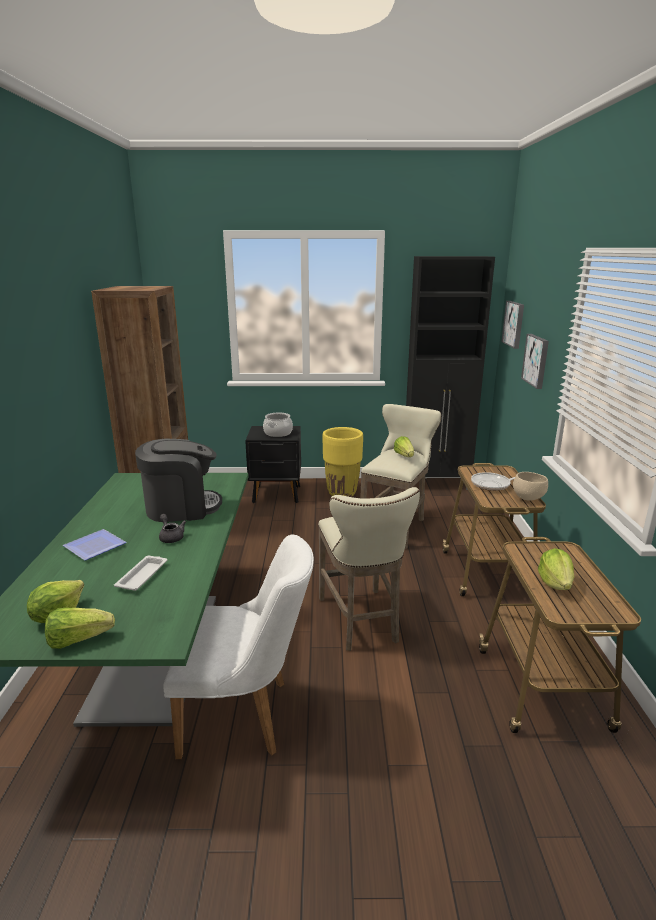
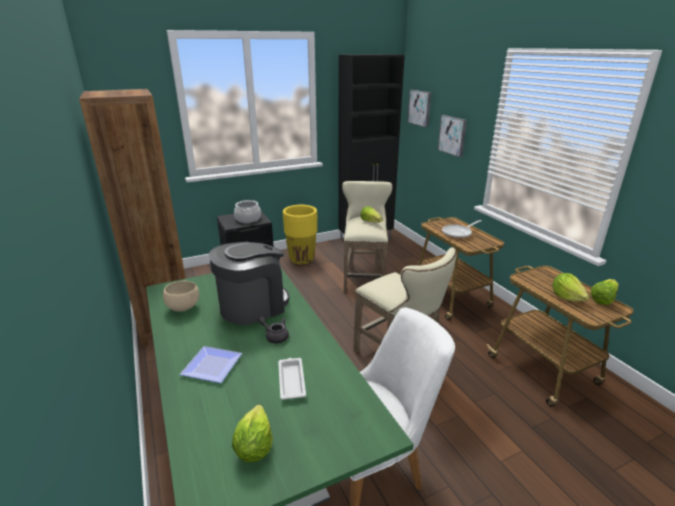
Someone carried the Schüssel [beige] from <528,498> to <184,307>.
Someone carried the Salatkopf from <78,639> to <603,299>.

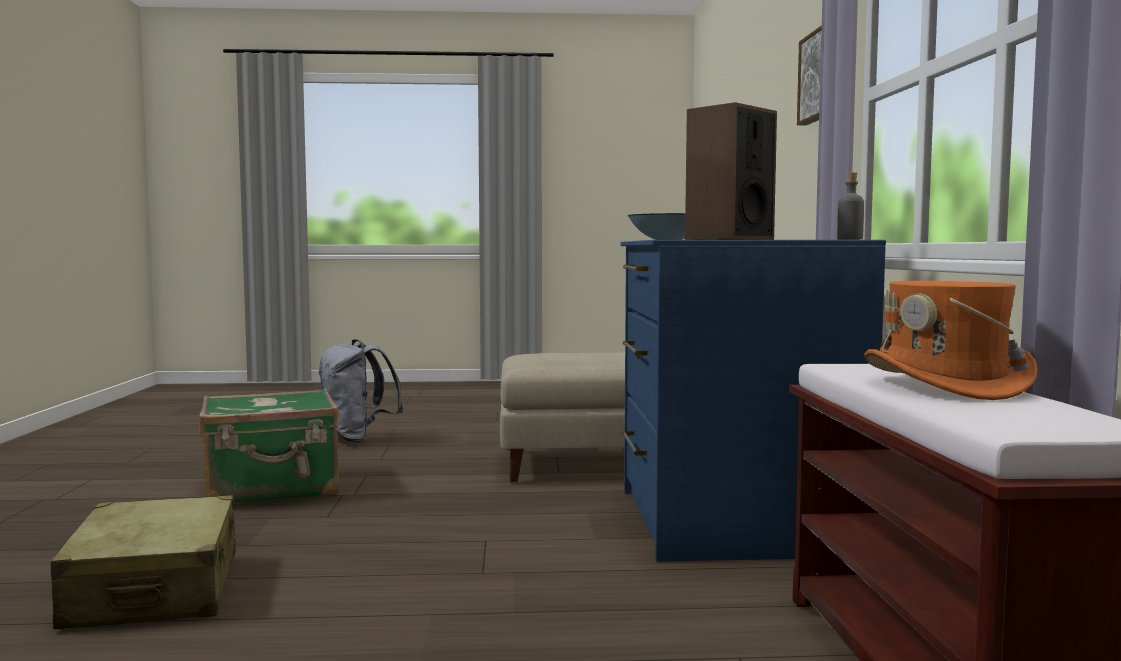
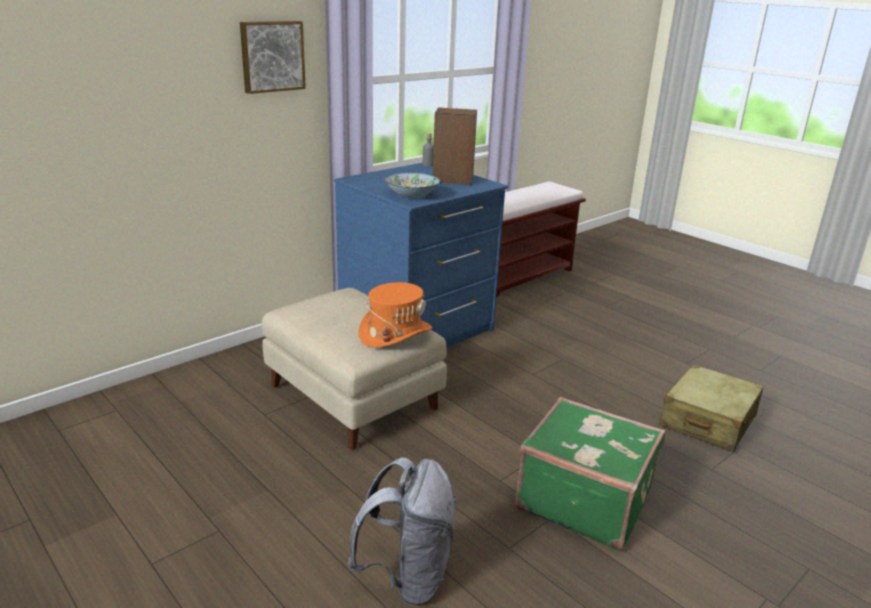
Someone carried the Hut [orange] from <946,385> to <395,333>.

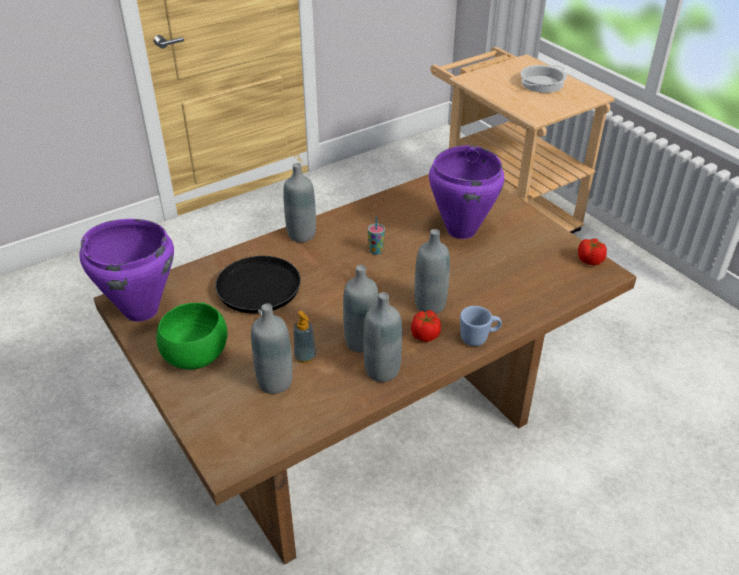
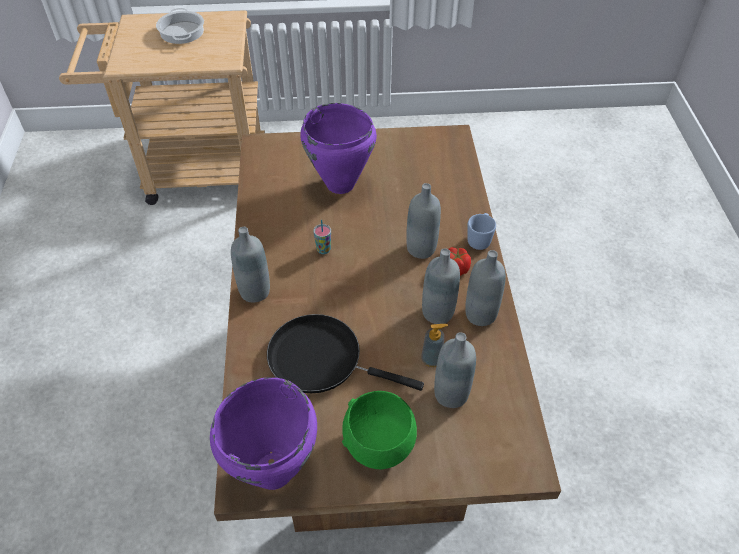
Someone took away the Tomate at <589,260>.

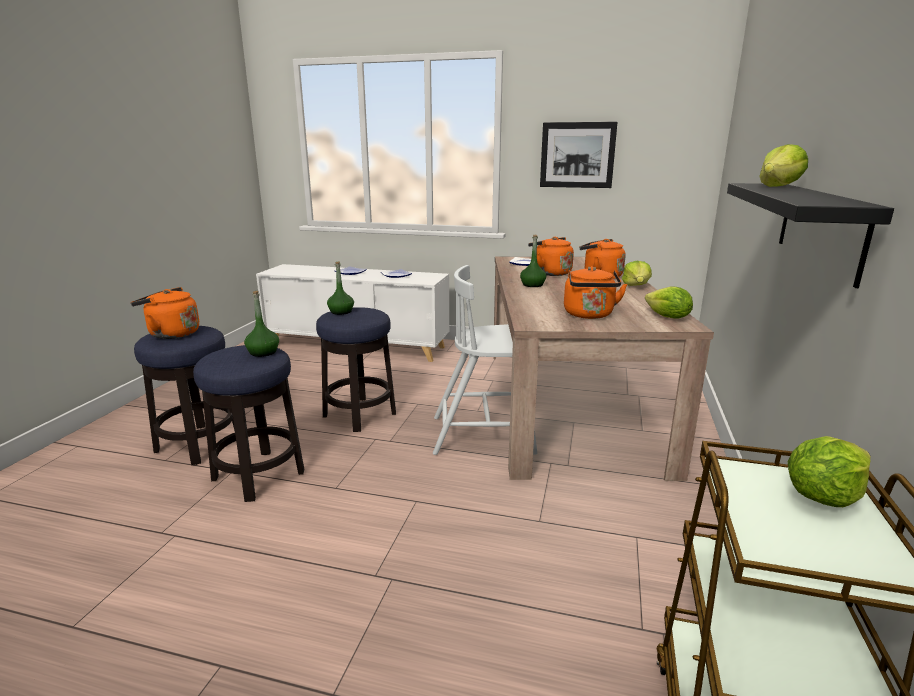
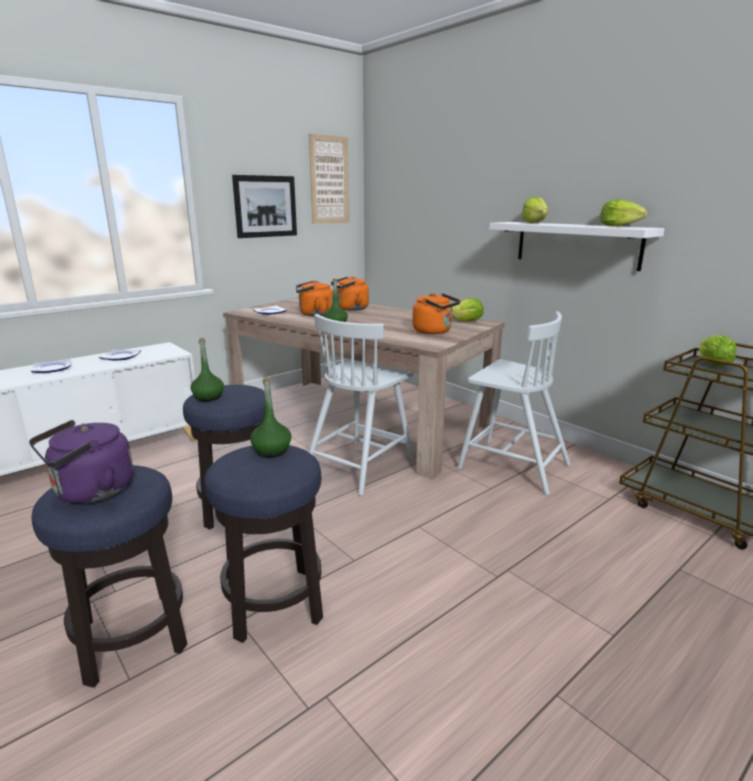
Someone repainted the Wandregal [schwarz] at <819,228>, which became the Wandregal [weiß] at <576,244>.
Someone carried the Salatkopf from <636,286> to <619,226>.
Someone repainted the Wasserkessel [orange] at <171,334>, which became the Wasserkessel [lila] at <90,492>.
Someone put up the Bild at <329,180>.
Someone put down the Stuhl [weiß] at <511,466>.

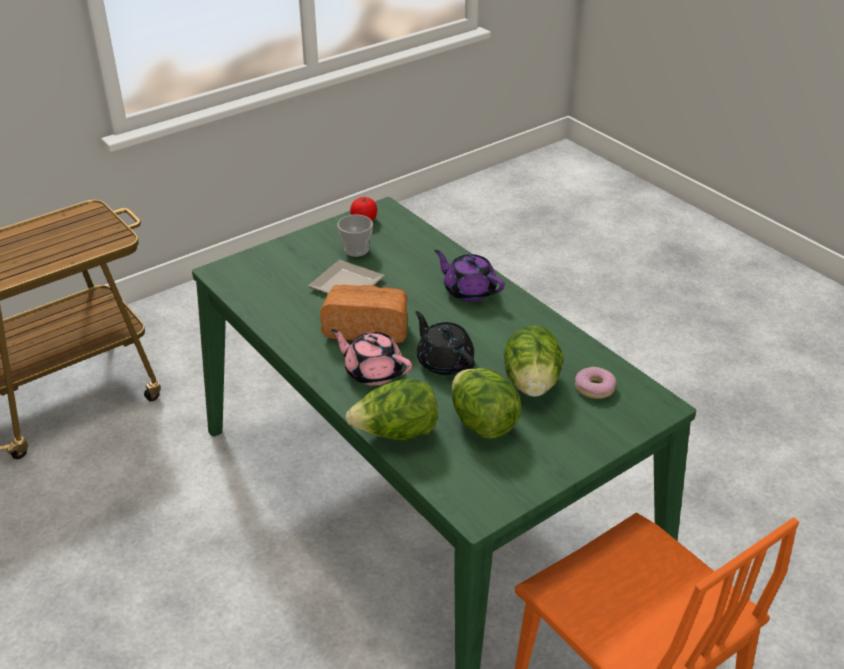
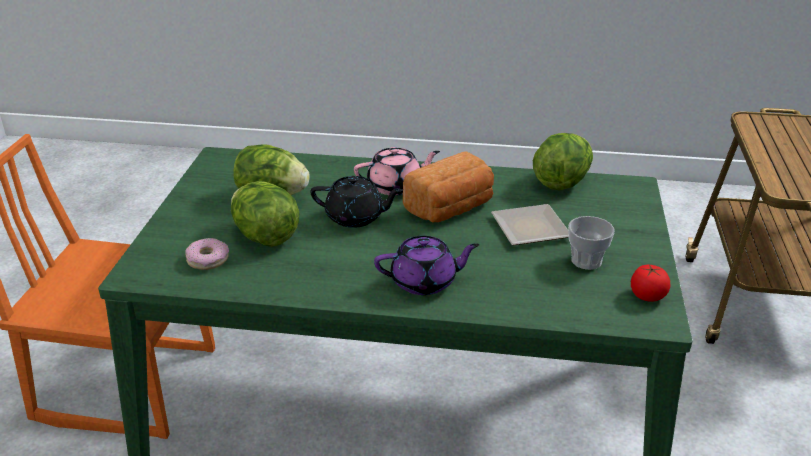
Someone carried the Salatkopf from <396,434> to <562,181>.

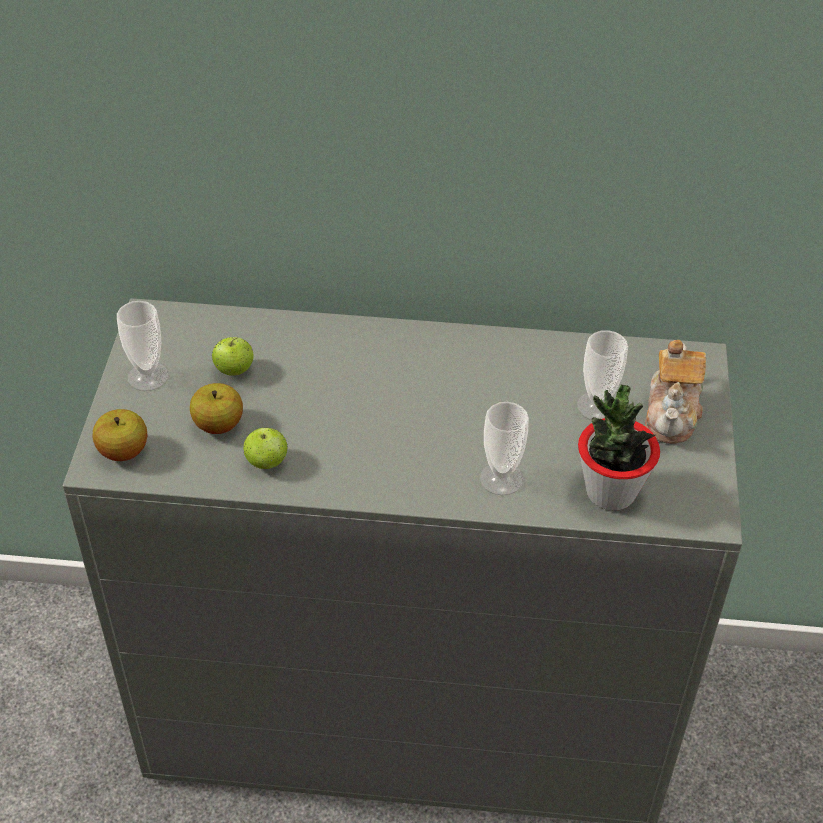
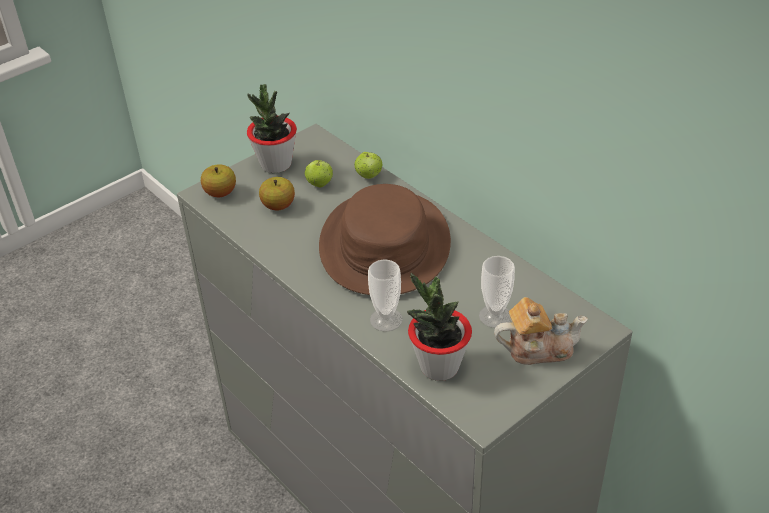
Someone swapped the Tasse at <148,376> for the Topfpflanze at <276,164>.
Someone rotated the Teekanne at <672,413> by 150 degrees counterclockwise.
Someone carried the Apfel from <267,462> to <369,176>.
Someone put down the Hut [braun] at <384,244>.

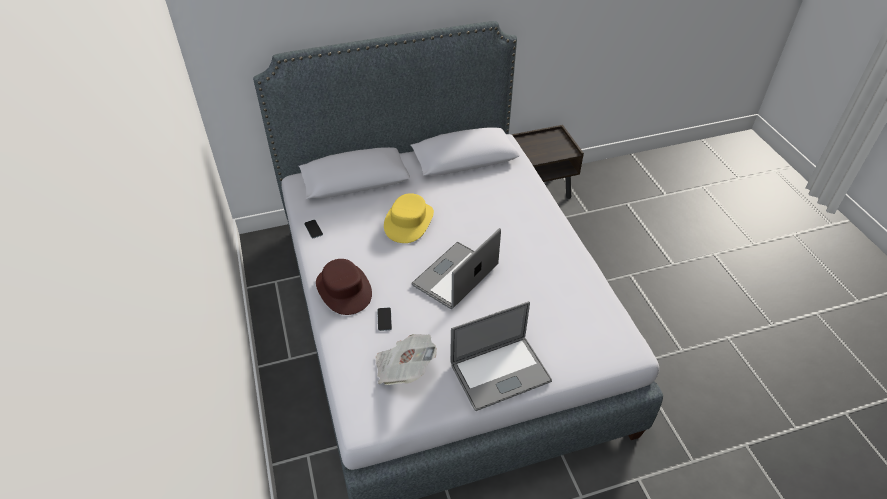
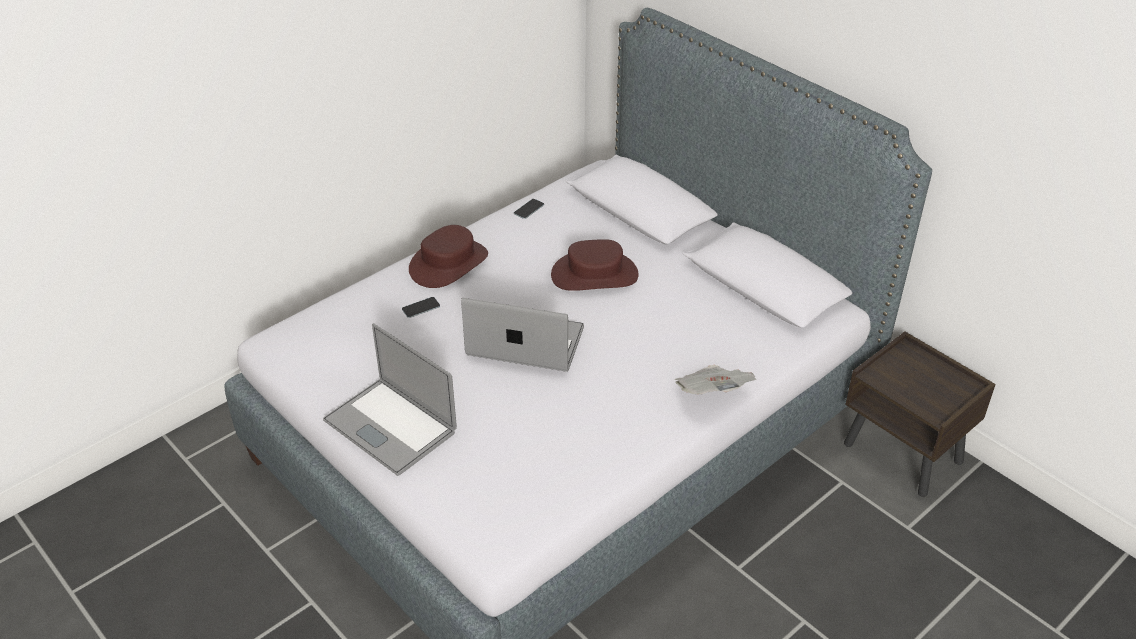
Someone repainted the Hut [gelb] at <408,222>, which became the Hut [braun] at <594,274>.
Someone carried the Zeitung from <404,368> to <712,394>.

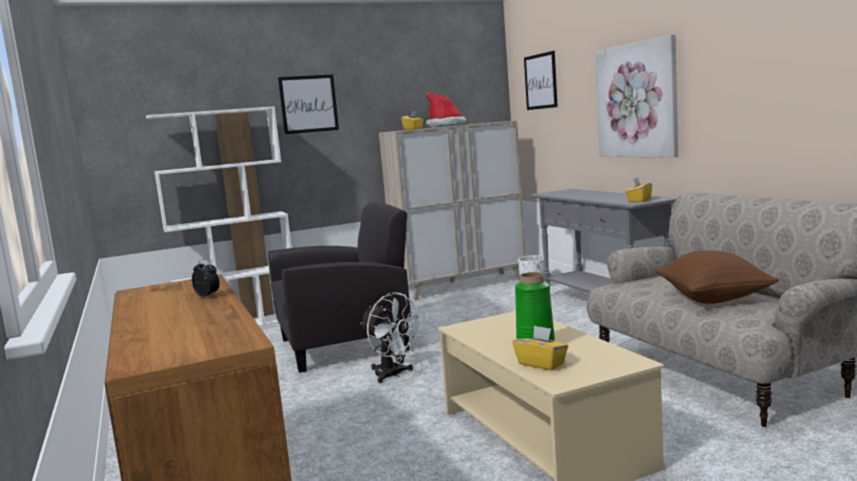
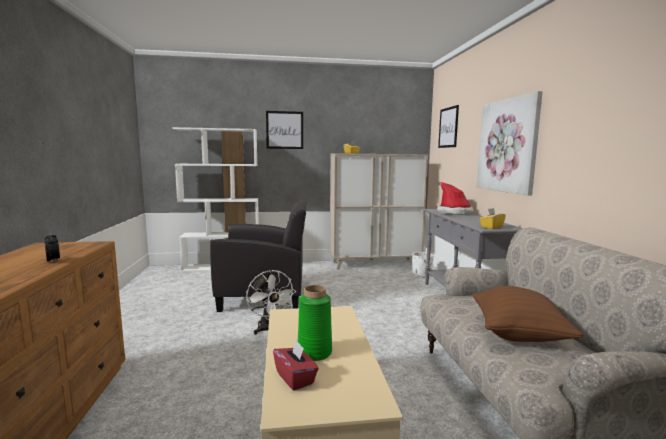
Someone carried the Hut from <446,126> to <454,213>.
Someone repainted the Taschentuchbox [gelb] at <541,364>, which became the Taschentuchbox [rot] at <295,378>.

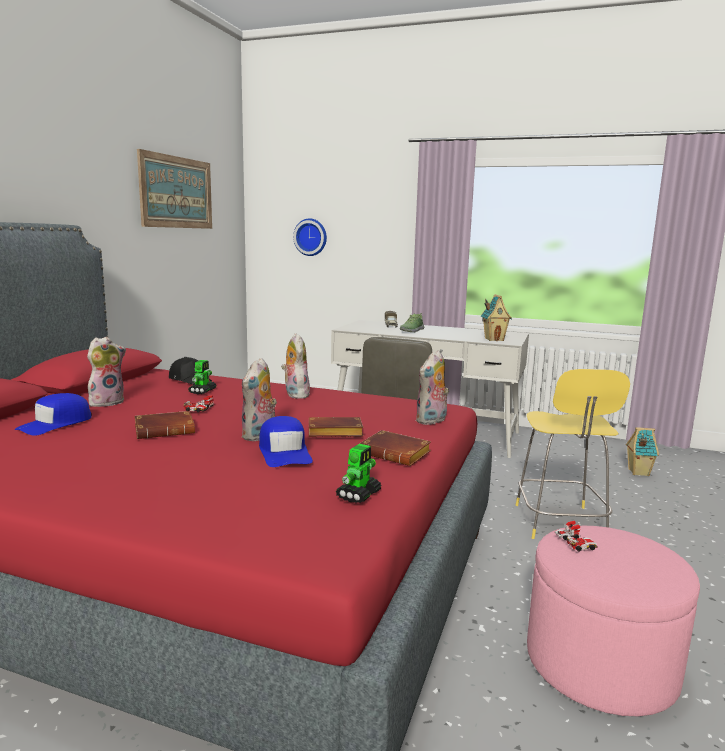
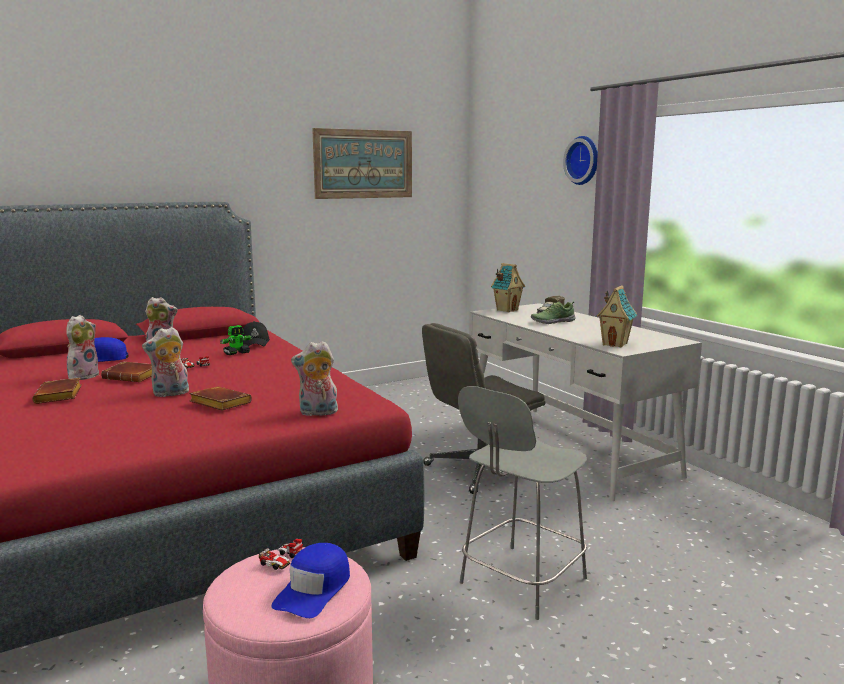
Someone carried the Wanduhr from <311,237> to <584,160>.
Someone carried the Plüschtier from <295,394> to <83,376>.
Someone repainted the Hocker [gelb] at <560,524>, which became the Hocker [grau] at <520,582>.
Someone carried the Kappe [blau] from <284,452> to <314,589>.
Someone carried the Spielzeughaus from <637,472> to <507,310>.
Someone carried the Buch [braun] from <397,454> to <60,396>.
Someone took away the Spielzeugroboter at <359,495>.

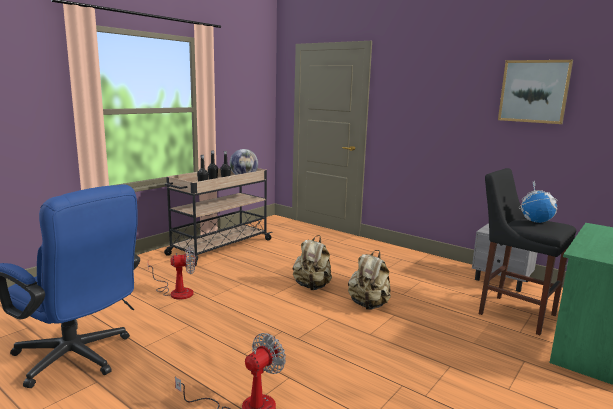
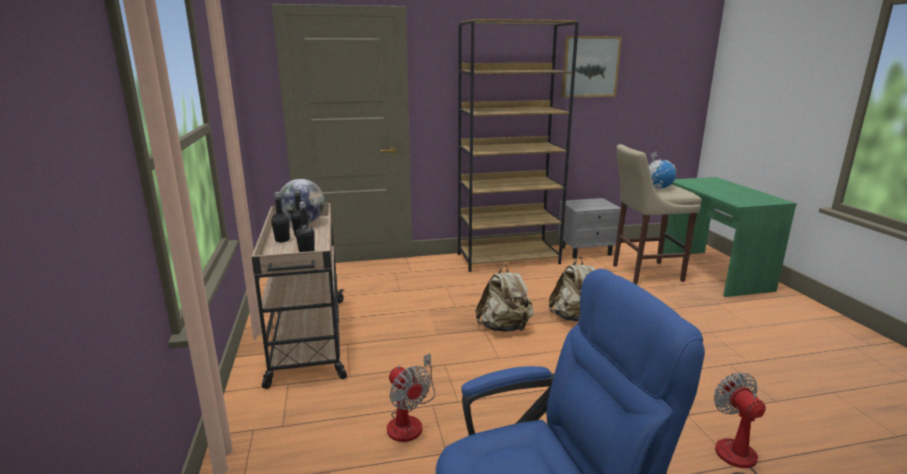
Someone repainted the Hocker [schwarz] at <513,313>, which became the Hocker [beige] at <643,273>.
Someone rotated the Ventilator at <176,292> by 120 degrees clockwise.
Someone put down the Bücherregal [braun] at <508,258>.

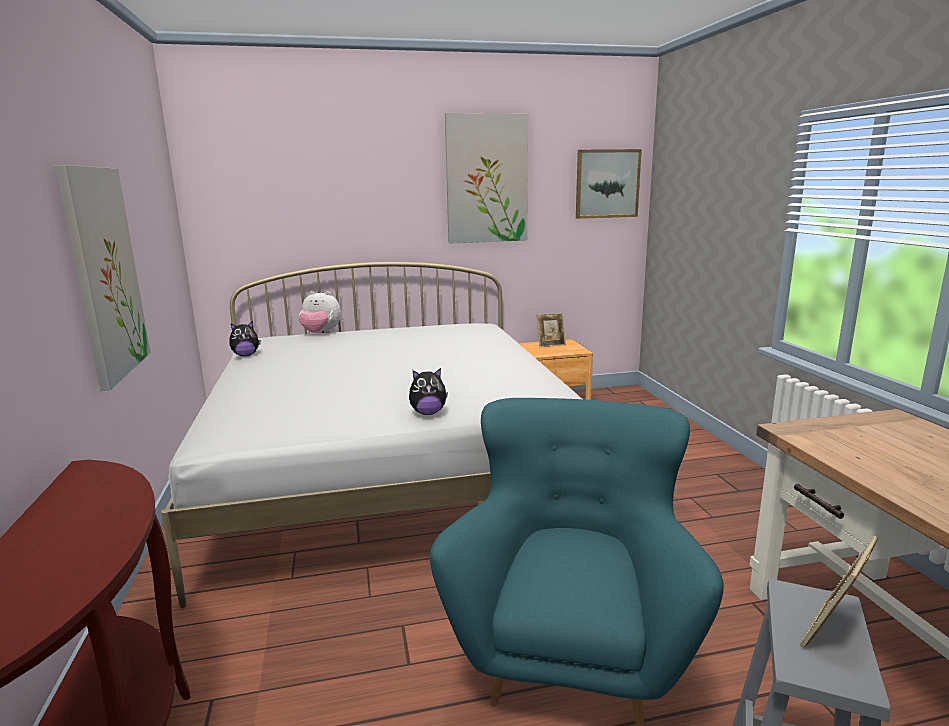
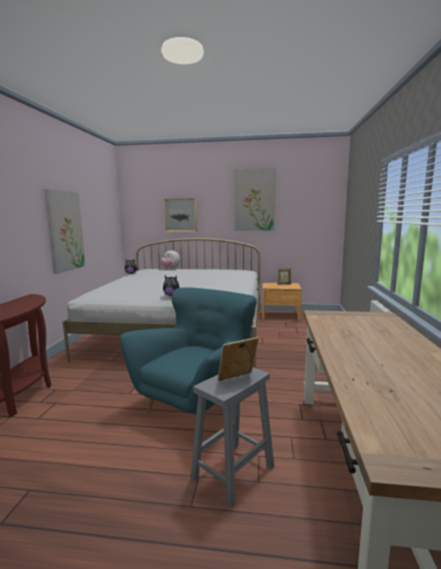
Someone carried the Bild from <607,184> to <180,215>.

